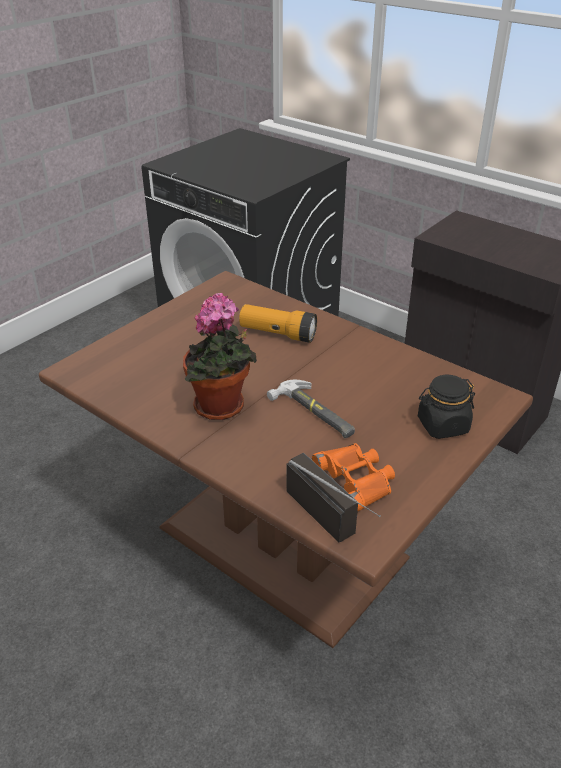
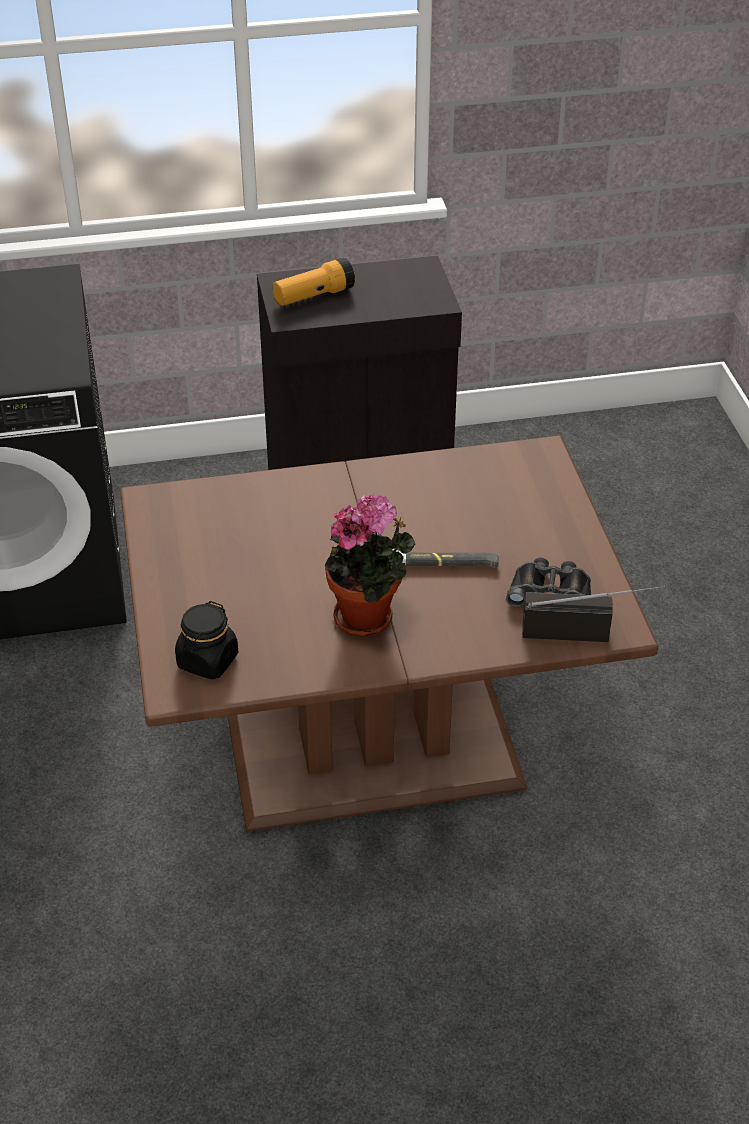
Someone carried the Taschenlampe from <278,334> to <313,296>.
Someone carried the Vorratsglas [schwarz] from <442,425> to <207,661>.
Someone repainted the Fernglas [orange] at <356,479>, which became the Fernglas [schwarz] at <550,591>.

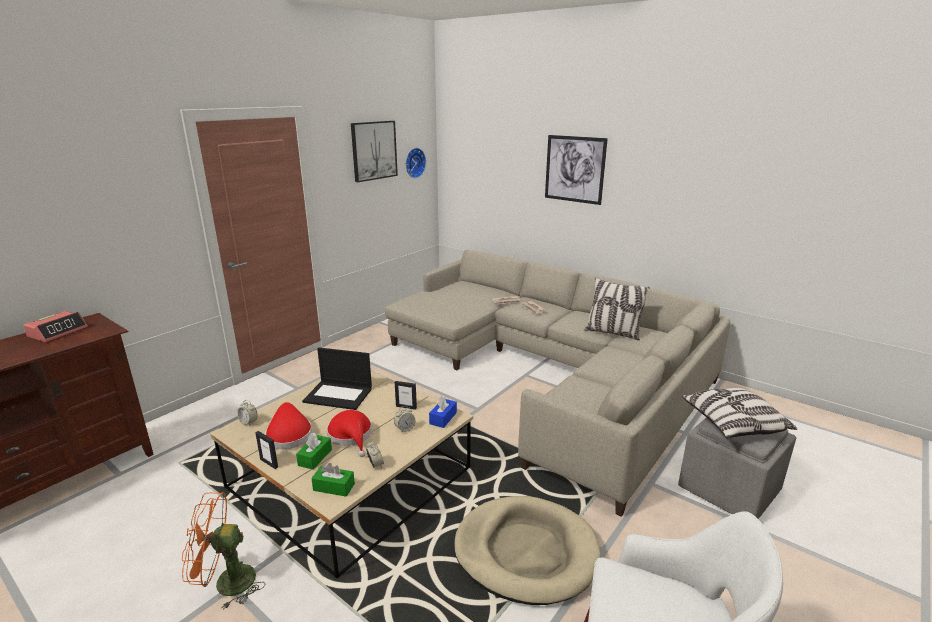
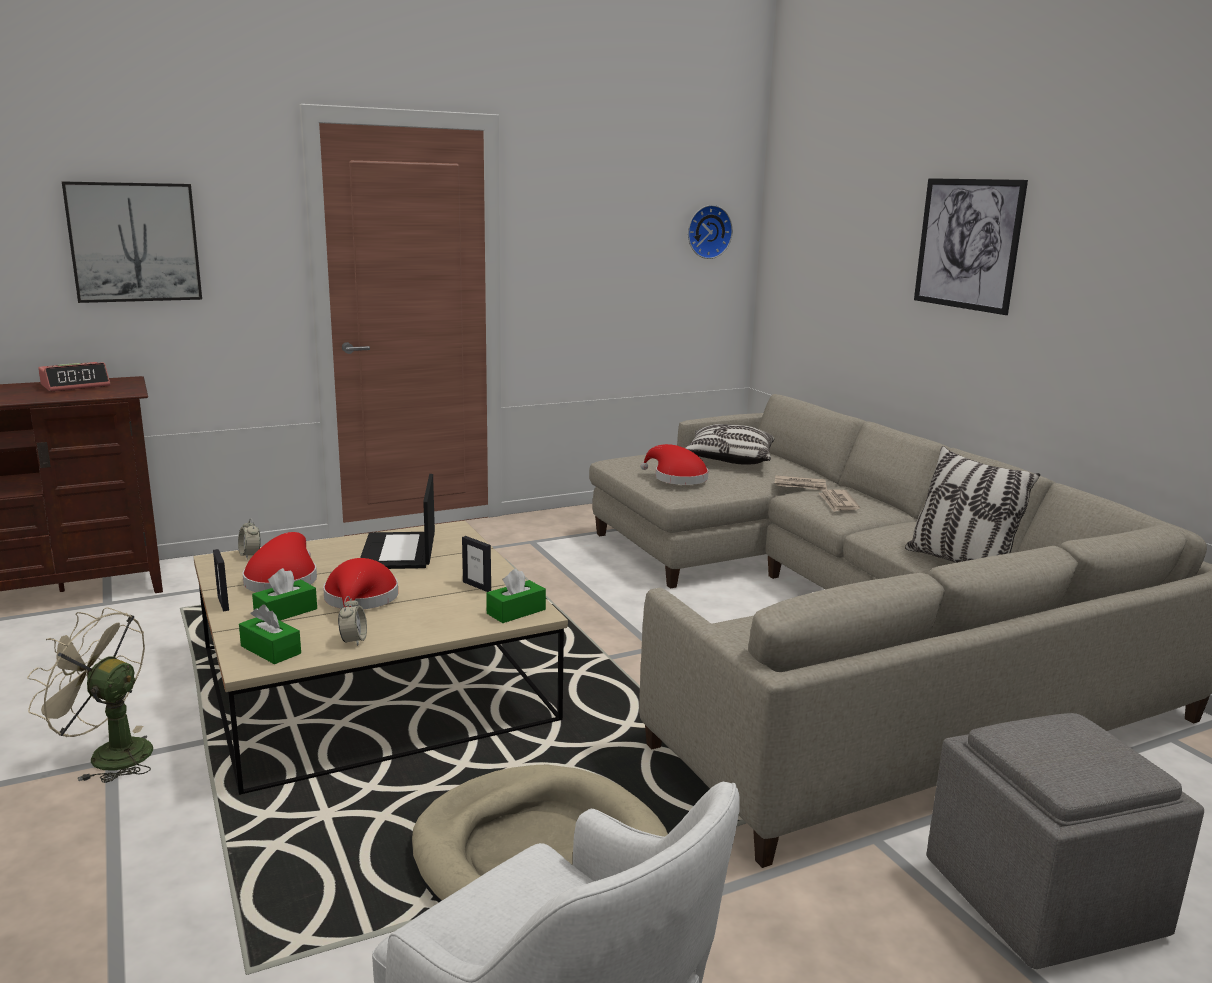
Someone carried the Bild from <374,150> to <134,242>.
Someone rotated the Laptop at <339,395> by 45 degrees clockwise.
Someone carried the Kissen from <733,424> to <729,460>.
Someone repainted the Taschentuchbox [blau] at <443,418>, which became the Taschentuchbox [grün] at <516,611>.
Someone took away the Wecker at <405,429>.
Someone repainted the Ventilator [orange] at <226,583>, which became the Ventilator [beige] at <108,754>.
Someone put down the Hut [rot] at <676,478>.

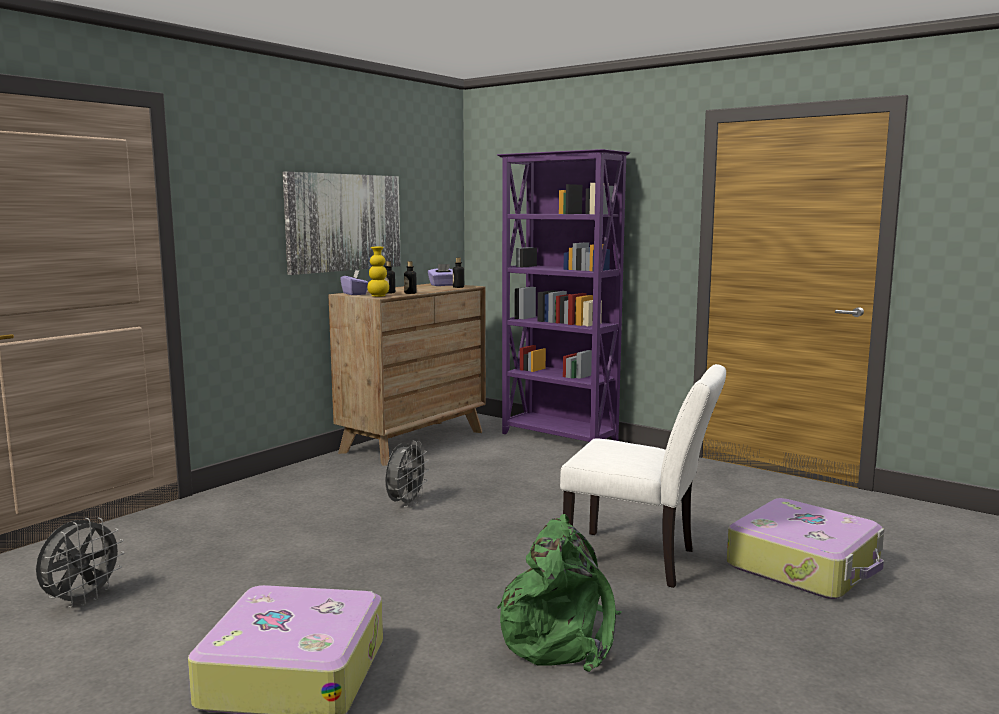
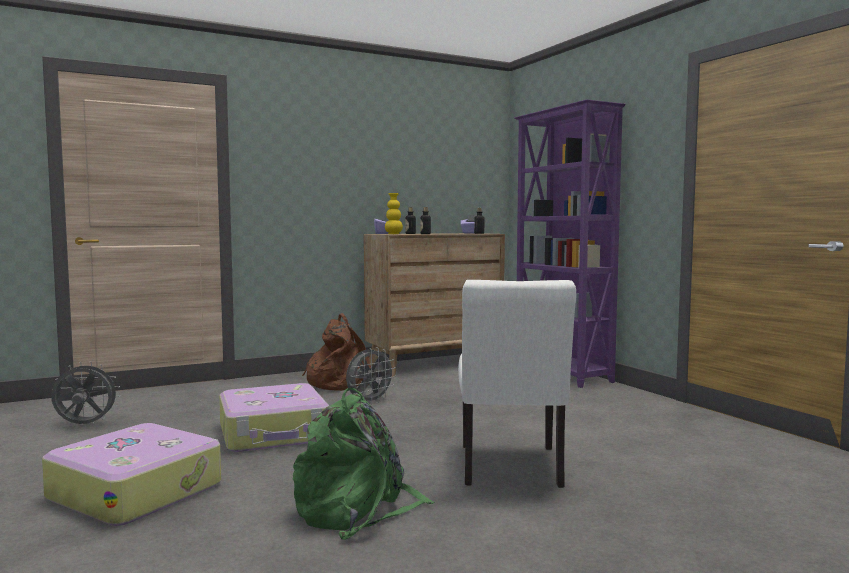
Someone took away the Bild at <344,222>.
Someone rotated the Stuhl [weiß] at <640,561> by 45 degrees clockwise.
Someone carried the Koffer from <805,565> to <274,433>.
Someone rotated the Ventilator [grau] at <82,600> by 150 degrees counterclockwise.
Someone put down the Rucksack [braun] at <338,383>.

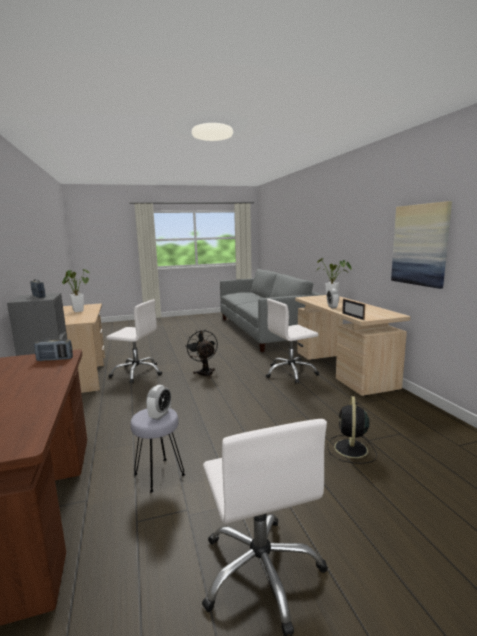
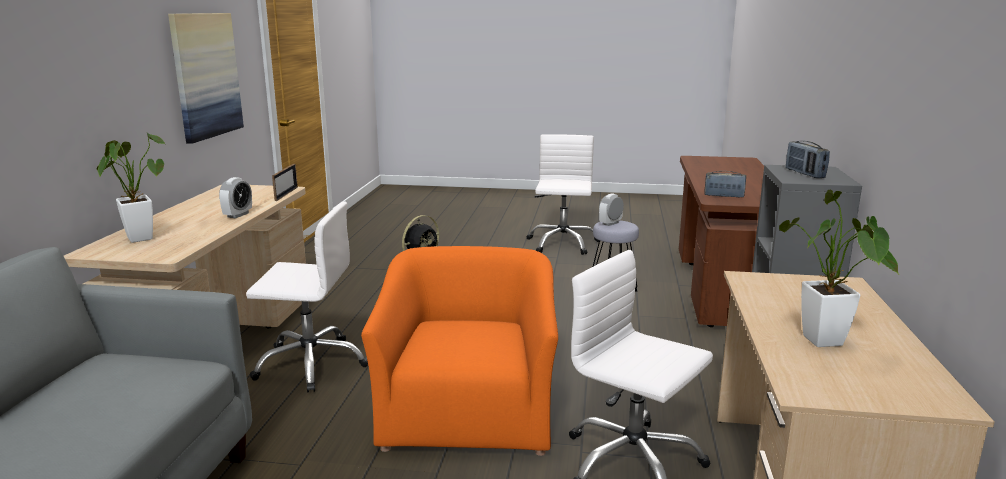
Someone swapped the Ventilator [schwarz] at <204,372> for the Sessel [orange] at <468,414>.

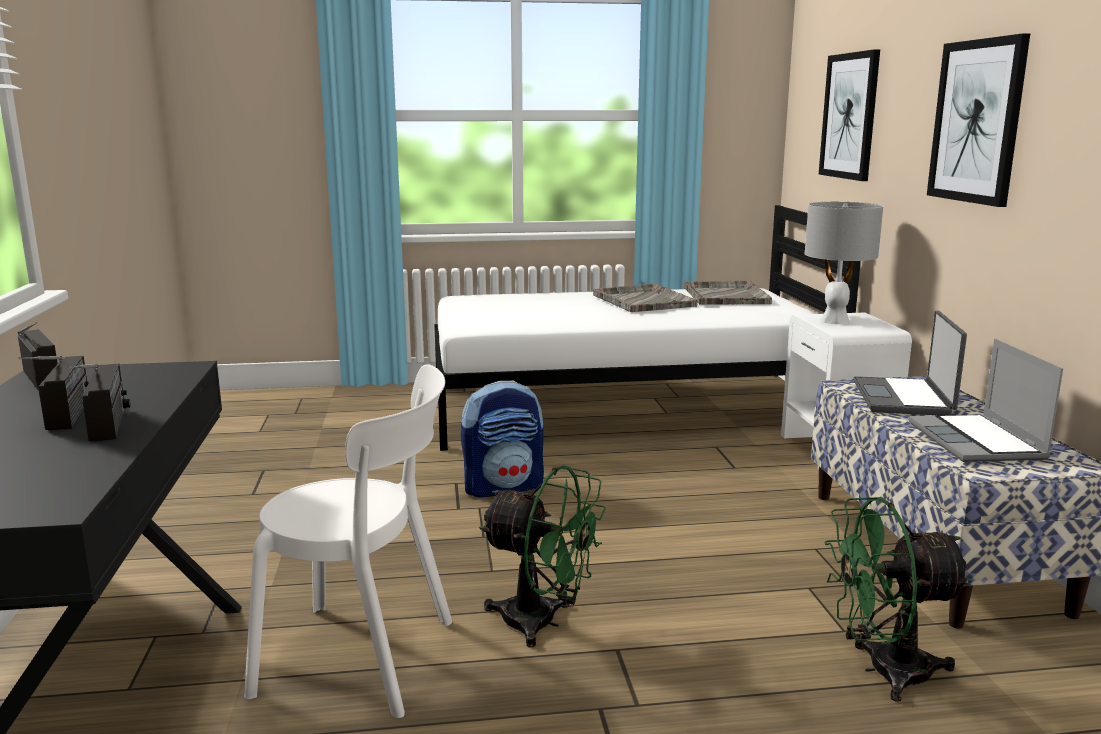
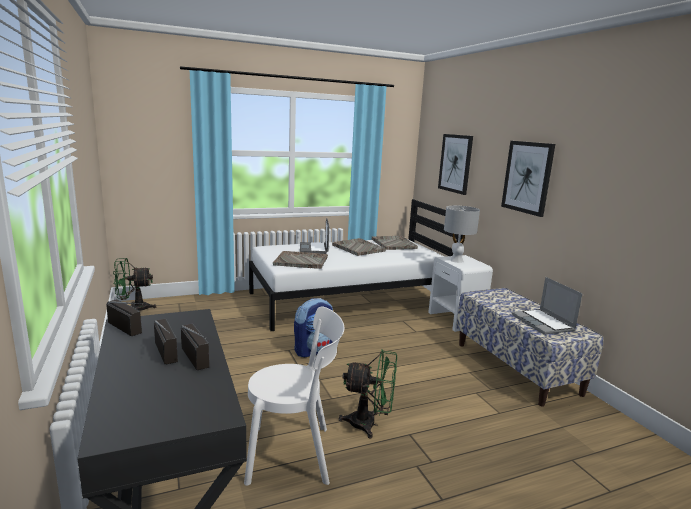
Someone carried the Laptop from <904,398> to <314,249>.
Someone carried the Ventilator [grün] from <883,671> to <134,309>.
Someone put down the Tablett [grau] at <301,261>.

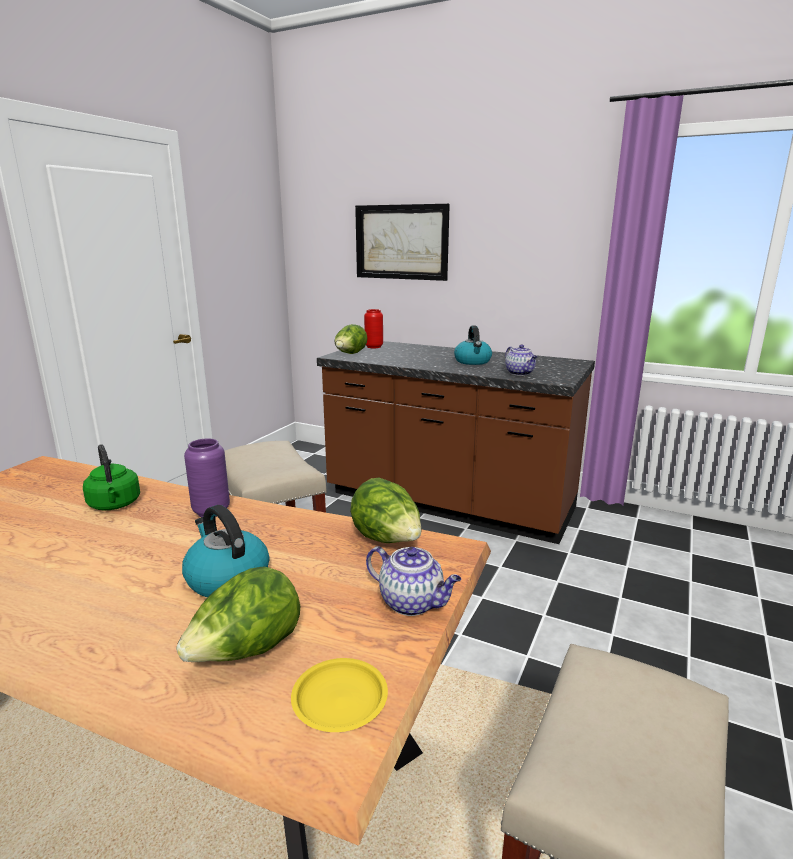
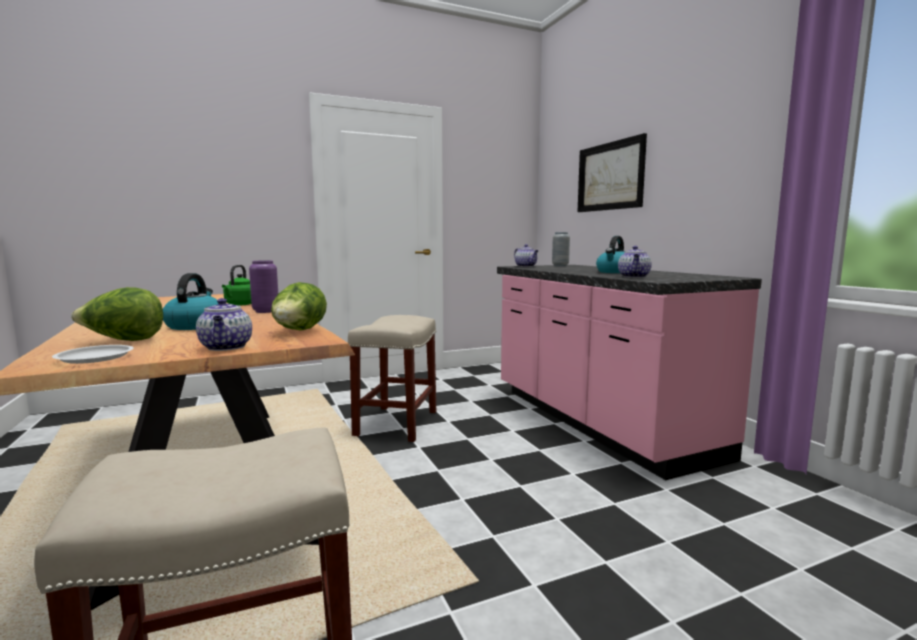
Someone repainted the Vase [rot] at <374,347>, which became the Vase [grau] at <560,265>.
Someone swapped the Salatkopf at <350,354> for the Teekanne at <526,266>.
Someone repainted the Küchenzeile [braun] at <449,503>, which became the Küchenzeile [rosa] at <597,421>.
Someone repainted the Teller [gelb] at <339,700>, which became the Teller [weiß] at <94,358>.

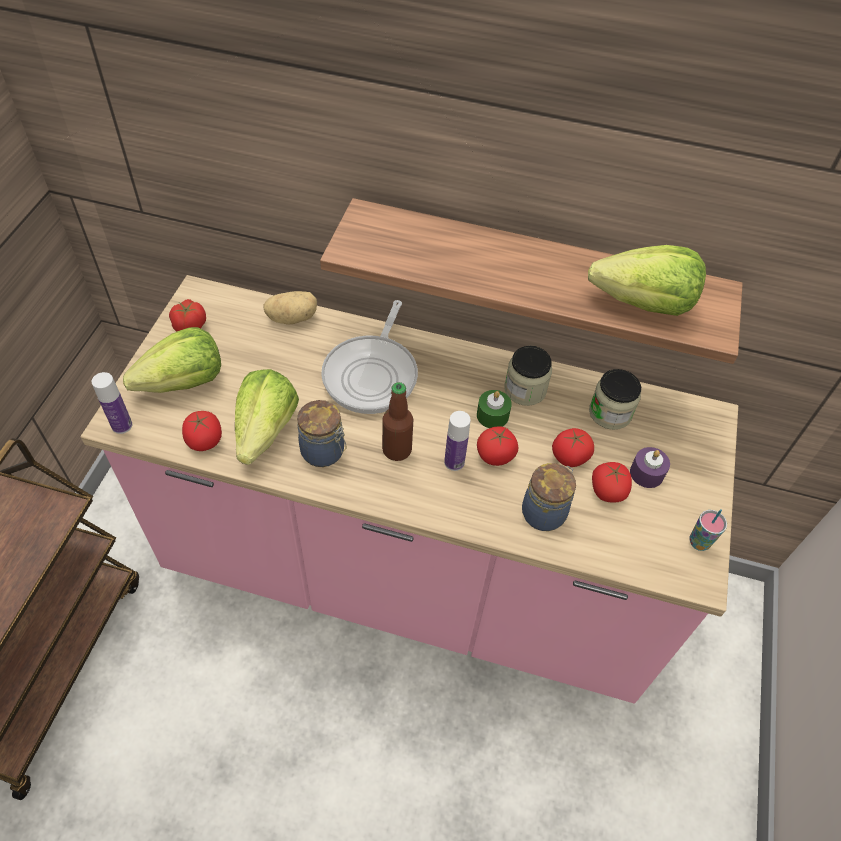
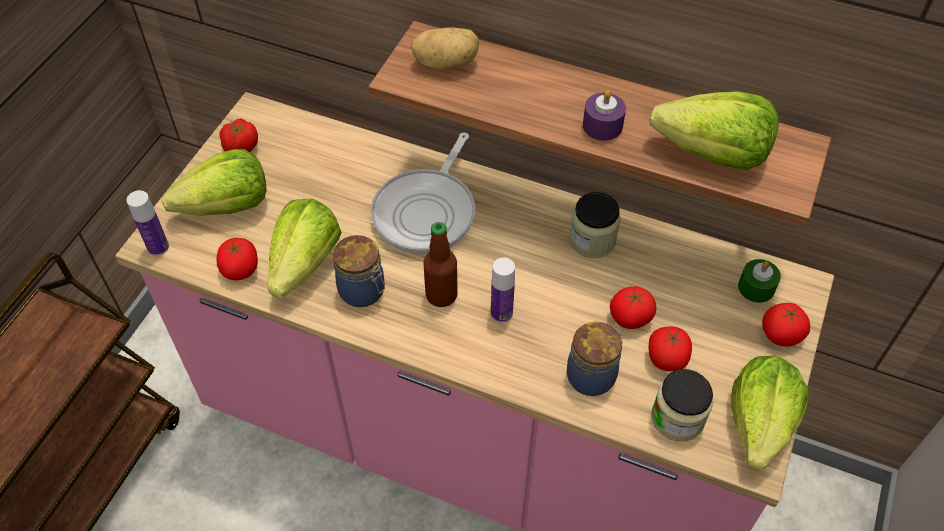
Someone carried the Kartoffel from <292,317> to <446,62>.
Someone carried the Vorratsglas from <610,413> to <677,418>.
Someone carried the Kerze [grün] from <492,415> to <756,287>.
Someone carried the Tomate from <495,455> to <780,334>.
Someone carried the Kerze [lila] from <646,473> to <602,126>.
Someone swapped the Tasse at <699,542> for the Salatkopf at <761,423>.

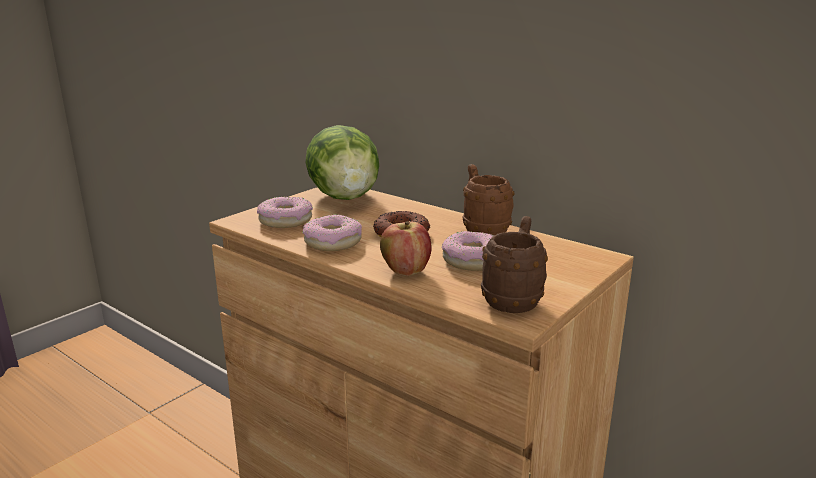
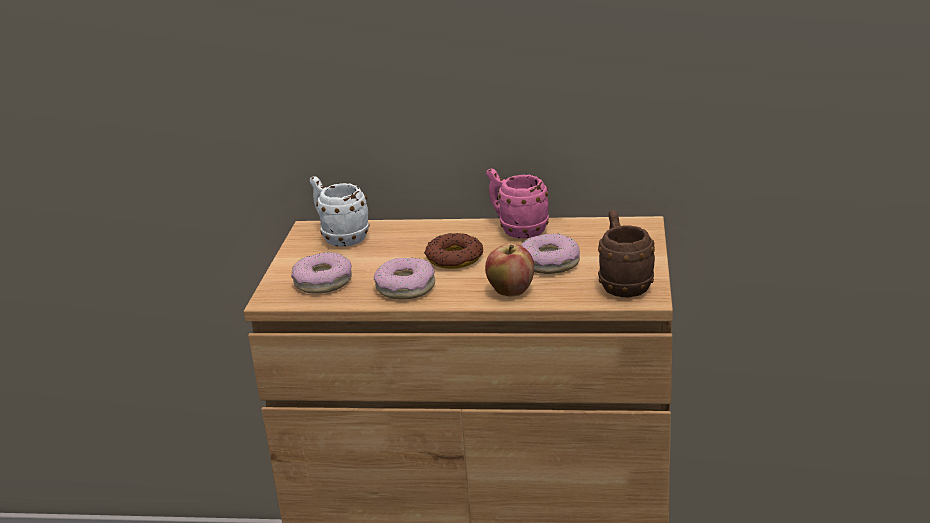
Someone swapped the Salatkopf at <345,197> for the Henkelbecher [weiß] at <340,237>.
Someone repainted the Henkelbecher [braun] at <482,229>, which became the Henkelbecher [rosa] at <517,230>.

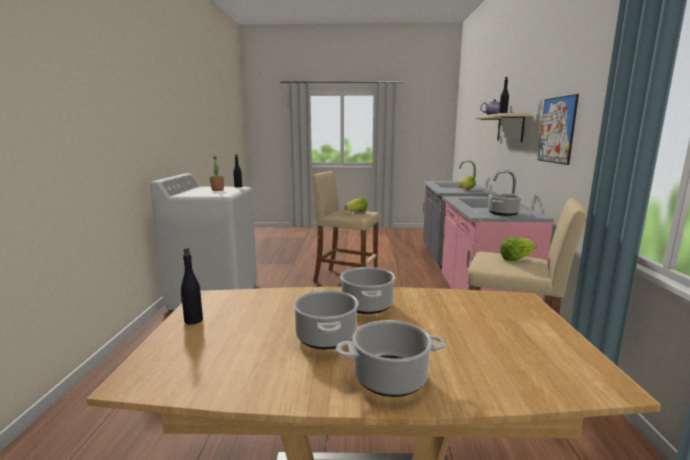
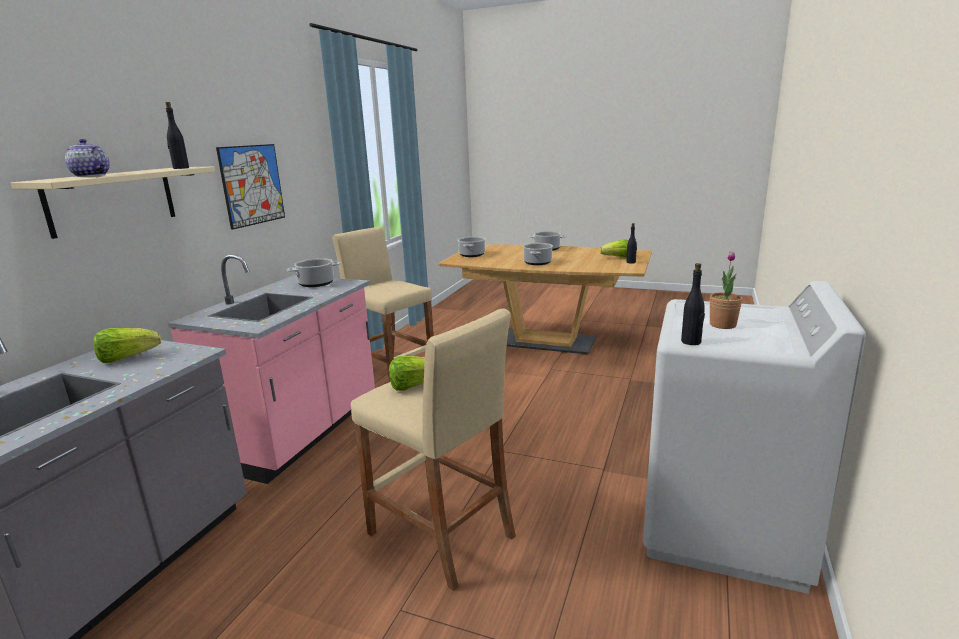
Someone carried the Salatkopf from <516,259> to <617,258>.
Someone carried the Kochtopf from <325,336> to <472,255>.

